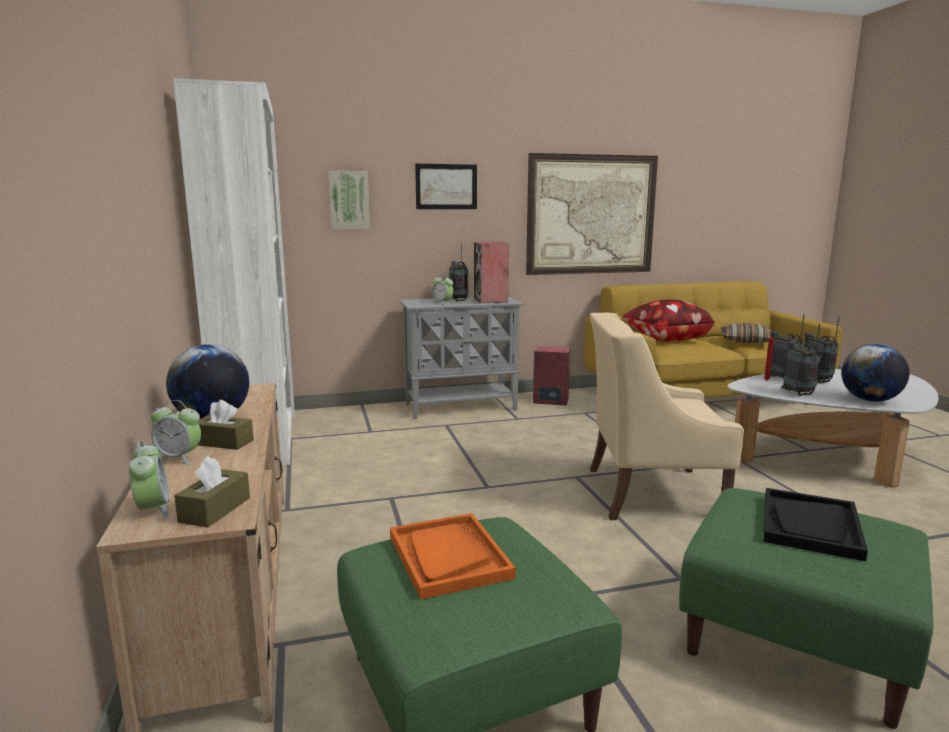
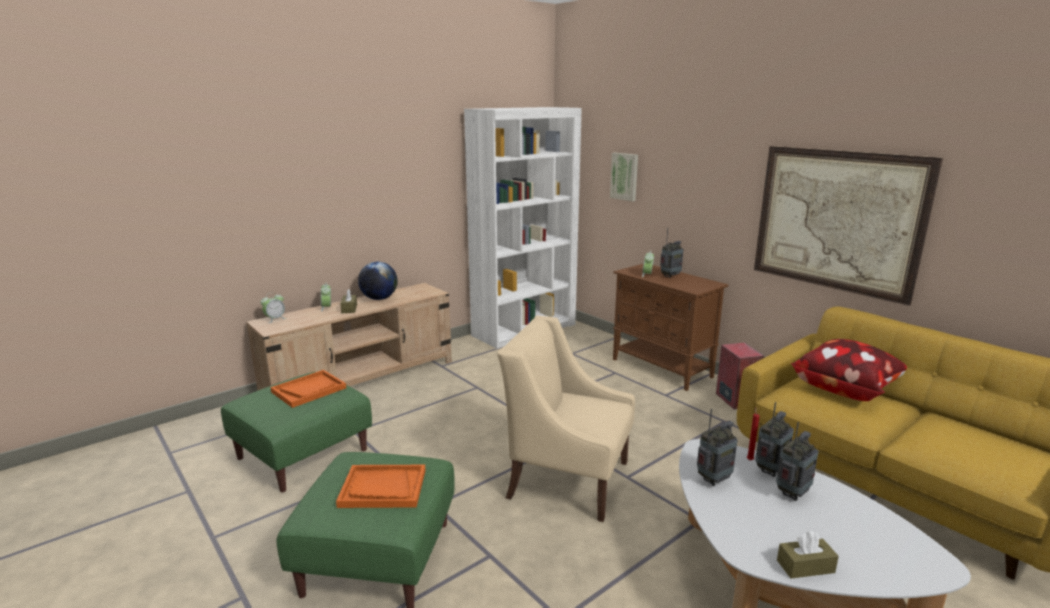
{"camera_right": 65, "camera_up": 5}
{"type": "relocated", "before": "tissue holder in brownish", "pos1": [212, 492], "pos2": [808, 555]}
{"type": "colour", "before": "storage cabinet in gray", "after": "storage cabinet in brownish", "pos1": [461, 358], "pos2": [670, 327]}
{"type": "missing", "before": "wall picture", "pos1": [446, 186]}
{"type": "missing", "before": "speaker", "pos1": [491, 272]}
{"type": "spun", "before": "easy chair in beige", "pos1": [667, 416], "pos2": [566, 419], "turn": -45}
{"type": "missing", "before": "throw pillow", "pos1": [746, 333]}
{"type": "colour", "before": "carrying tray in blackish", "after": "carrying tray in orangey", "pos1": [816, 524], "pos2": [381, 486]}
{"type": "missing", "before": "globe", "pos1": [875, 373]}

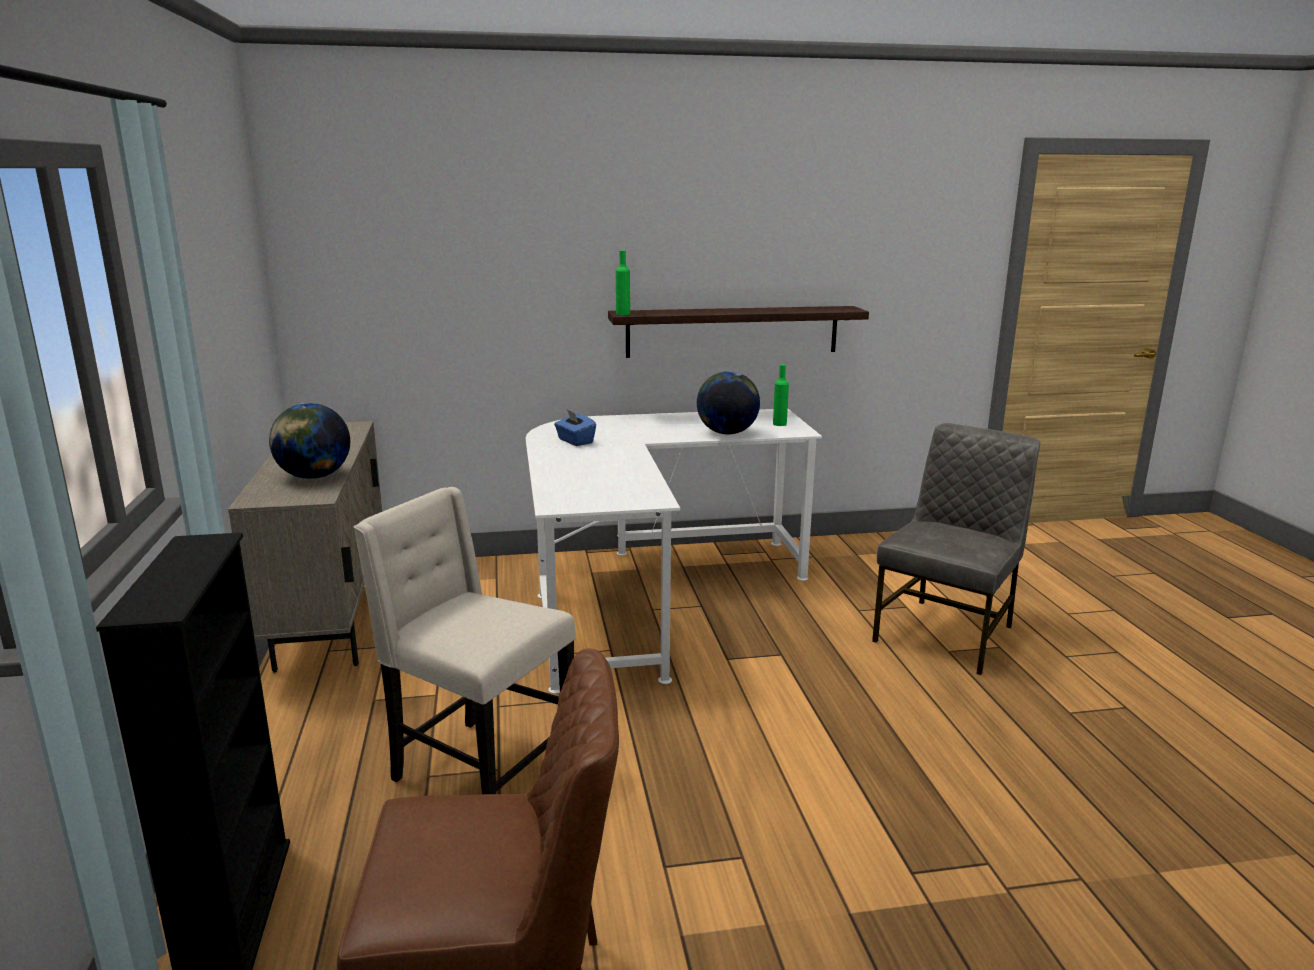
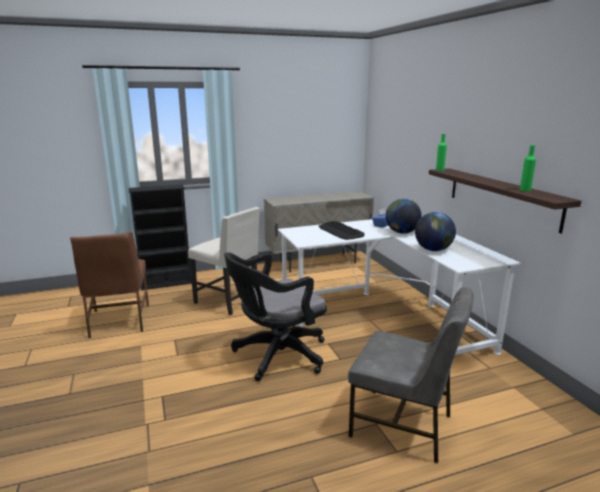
{"camera_right": 80, "camera_up": 0}
{"type": "relocated", "before": "globe", "pos1": [309, 441], "pos2": [404, 216]}
{"type": "spun", "before": "plain chair in beige", "pos1": [464, 640], "pos2": [224, 261], "turn": 105}
{"type": "relocated", "before": "bottle in green-coloured", "pos1": [781, 395], "pos2": [528, 168]}
{"type": "appeared", "after": "computer chair in blackish", "pos2": [275, 316]}
{"type": "appeared", "after": "computer keyboard", "pos2": [341, 230]}

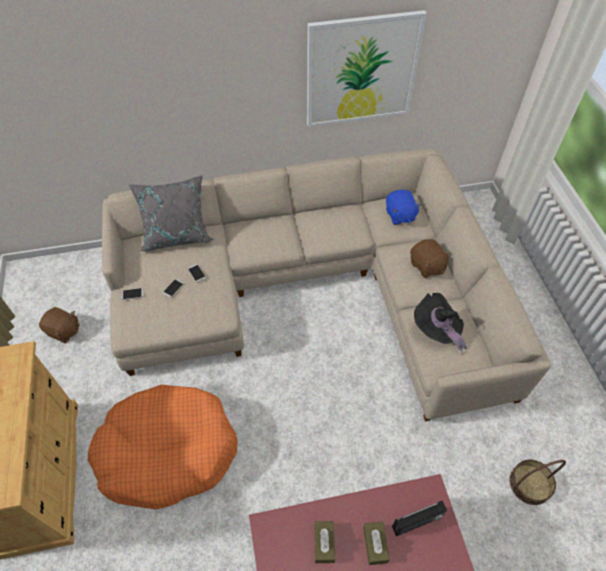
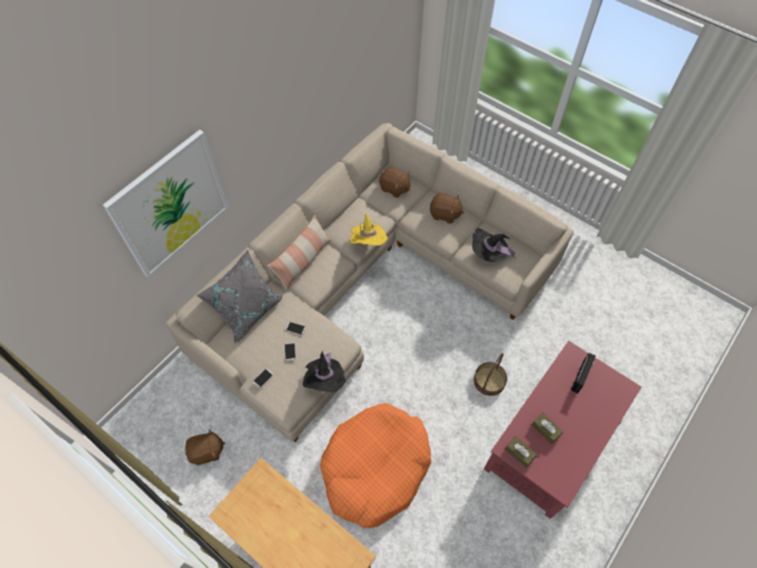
{"camera_right": -40, "camera_up": 5}
{"type": "relocated", "before": "wall picture", "pos1": [367, 68], "pos2": [166, 203]}
{"type": "relocated", "before": "tissue holder in brownish", "pos1": [376, 543], "pos2": [521, 451]}
{"type": "colour", "before": "plush toy in blue", "after": "plush toy in brownish", "pos1": [403, 207], "pos2": [394, 182]}
{"type": "relocated", "before": "storage basket", "pos1": [537, 482], "pos2": [490, 374]}
{"type": "appeared", "after": "throw pillow", "pos2": [299, 253]}
{"type": "appeared", "after": "wearable hat in blackish", "pos2": [324, 371]}
{"type": "appeared", "after": "wearable hat in yellowish", "pos2": [369, 229]}

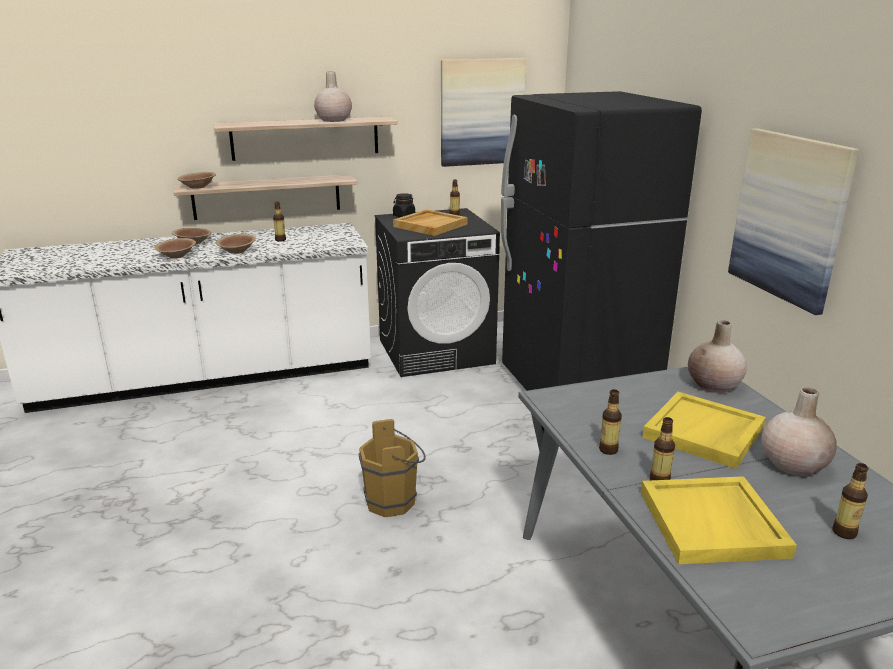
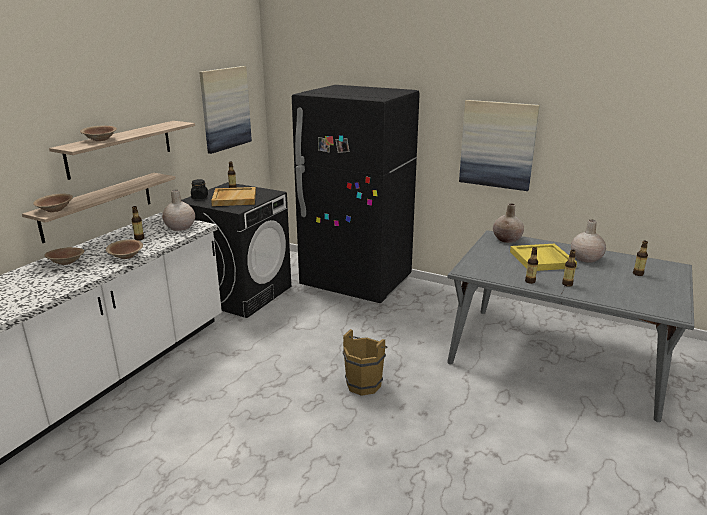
{"camera_right": -45, "camera_up": 0}
{"type": "relocated", "before": "deep dish in brownish", "pos1": [175, 248], "pos2": [98, 133]}
{"type": "relocated", "before": "decorative vase in beige", "pos1": [333, 97], "pos2": [178, 210]}
{"type": "missing", "before": "carrying tray in yellowish", "pos1": [719, 520]}

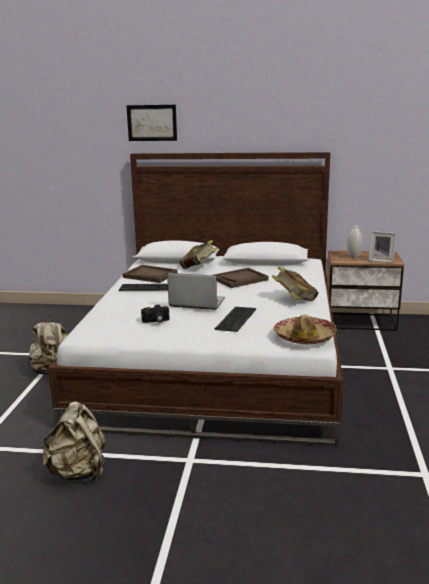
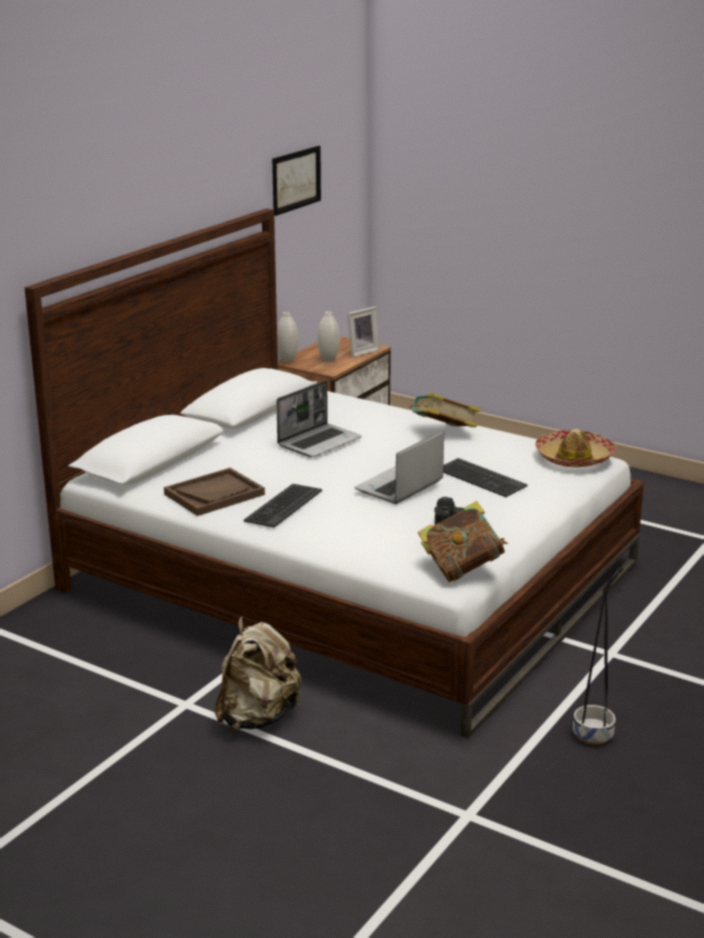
{"camera_right": -65, "camera_up": 5}
{"type": "exchanged", "before": "knapsack in beige", "after": "planter in blackish", "pos1": [74, 441], "pos2": [598, 656]}
{"type": "relocated", "before": "wall picture", "pos1": [151, 123], "pos2": [296, 181]}
{"type": "relocated", "before": "volume", "pos1": [198, 254], "pos2": [463, 541]}
{"type": "exchanged", "before": "carrying tray in brownish", "after": "laptop", "pos1": [241, 278], "pos2": [319, 419]}
{"type": "appeared", "after": "decorative vase in white", "pos2": [288, 337]}

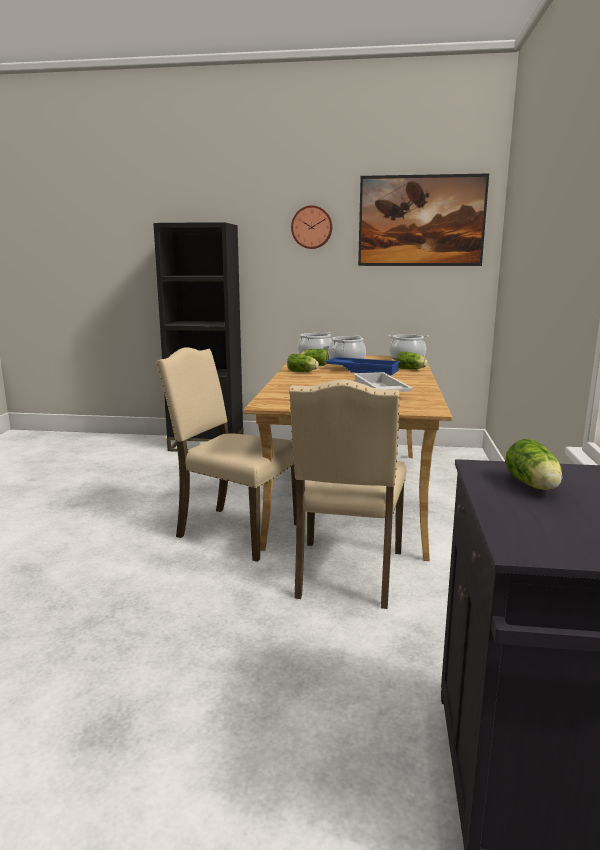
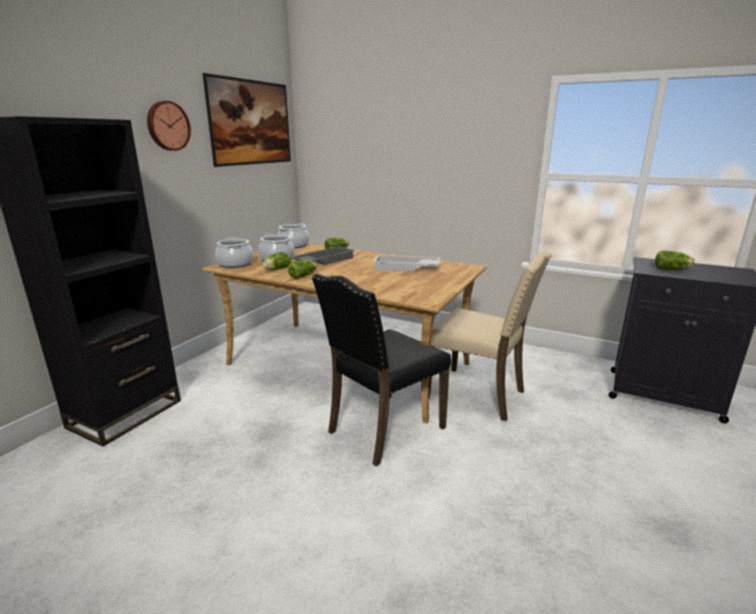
{"camera_right": -70, "camera_up": 5}
{"type": "colour", "before": "plain chair in beige", "after": "plain chair in blackish", "pos1": [226, 454], "pos2": [381, 370]}
{"type": "colour", "before": "carrying tray in blue", "after": "carrying tray in gray", "pos1": [363, 366], "pos2": [323, 255]}

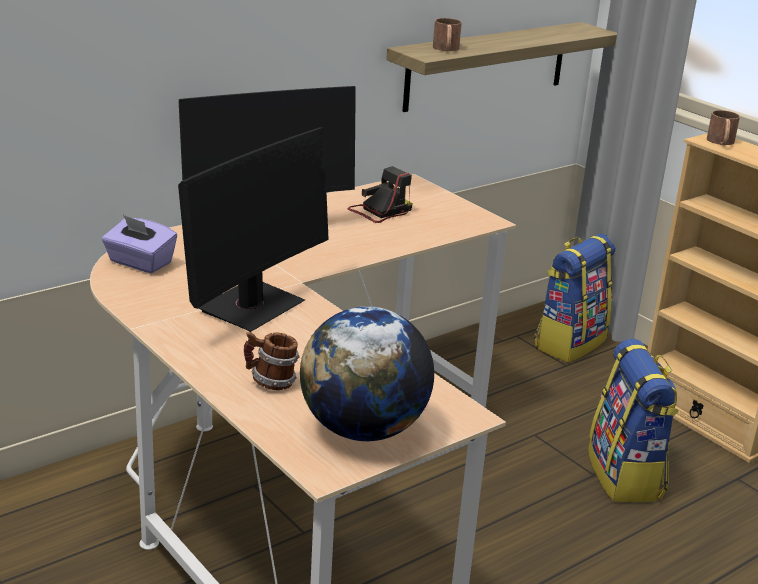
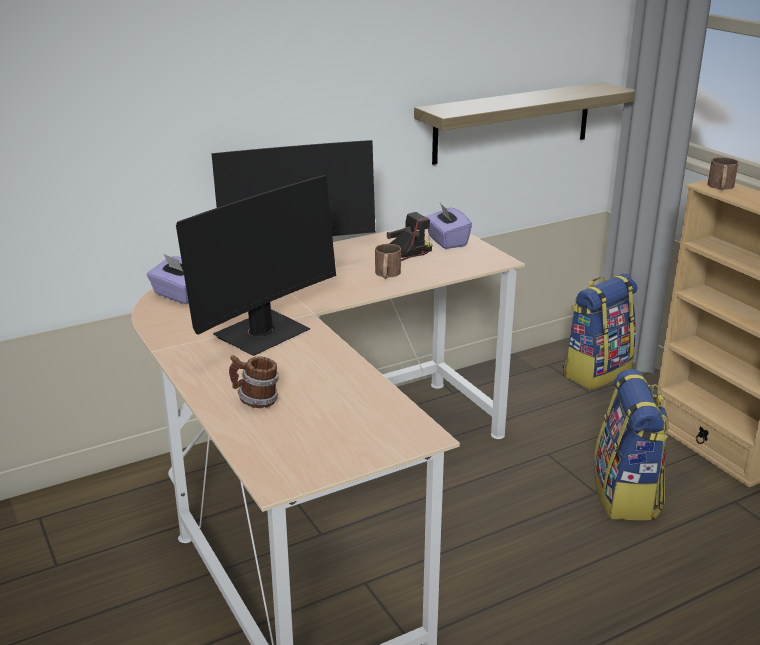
{"camera_right": 10, "camera_up": 0}
{"type": "missing", "before": "globe", "pos1": [367, 373]}
{"type": "relocated", "before": "tea mug in brownish", "pos1": [447, 34], "pos2": [388, 261]}
{"type": "appeared", "after": "tissue holder in purplish", "pos2": [449, 226]}

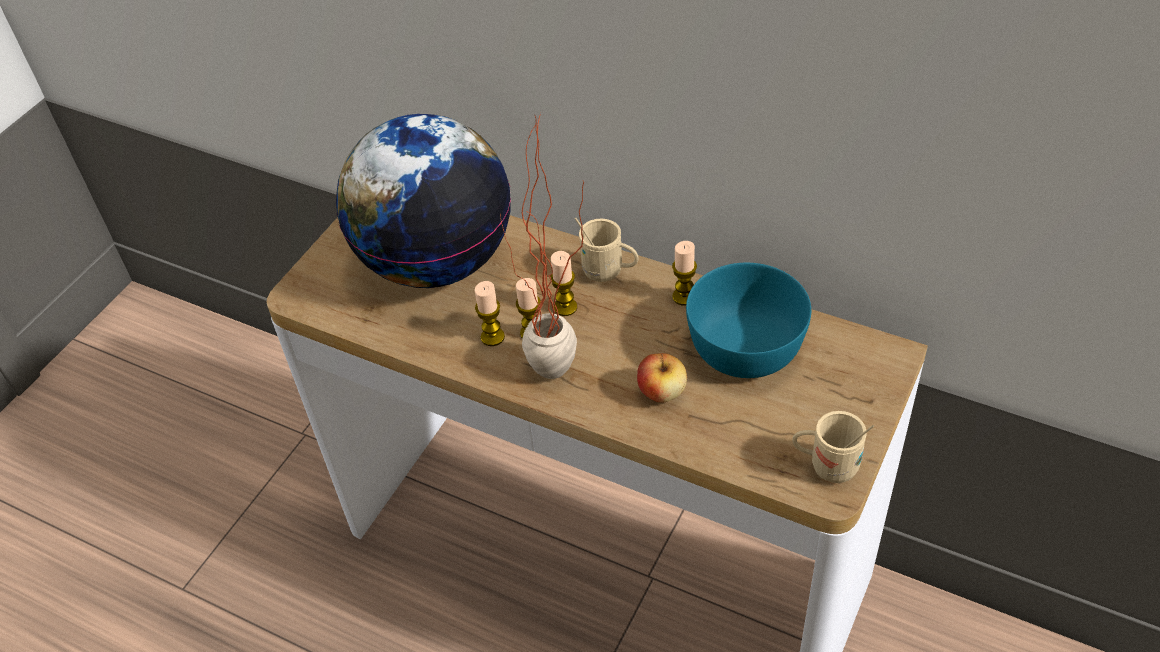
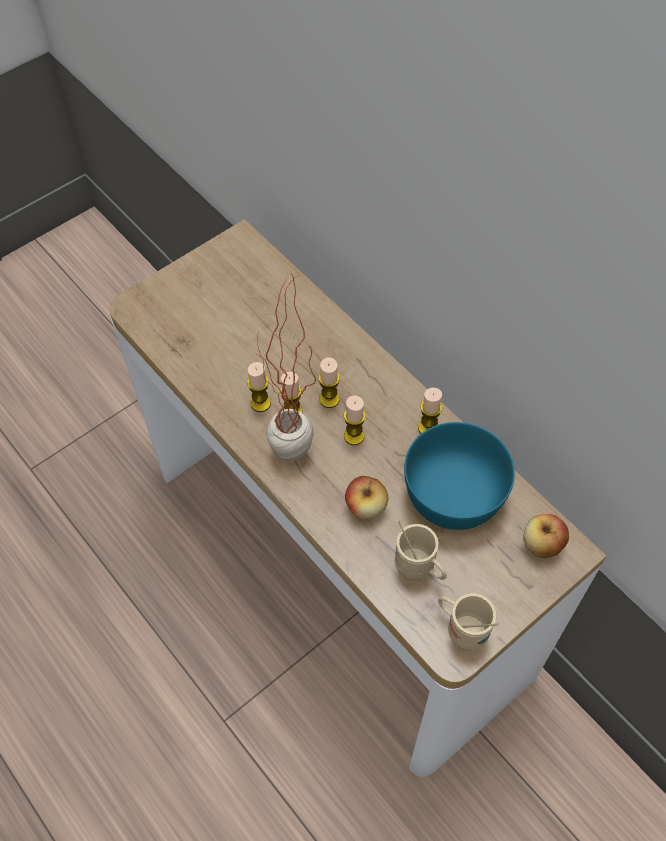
{"camera_right": 20, "camera_up": 10}
{"type": "missing", "before": "globe", "pos1": [423, 201]}
{"type": "relocated", "before": "tea mug in beige", "pos1": [607, 250], "pos2": [421, 550]}
{"type": "appeared", "after": "candle", "pos2": [355, 420]}
{"type": "appeared", "after": "whole apple", "pos2": [546, 536]}

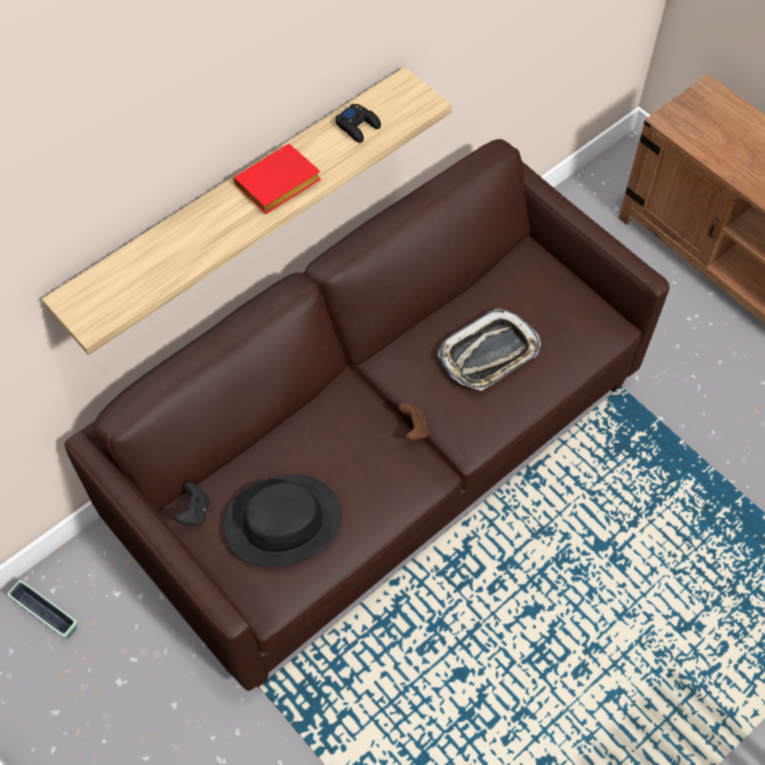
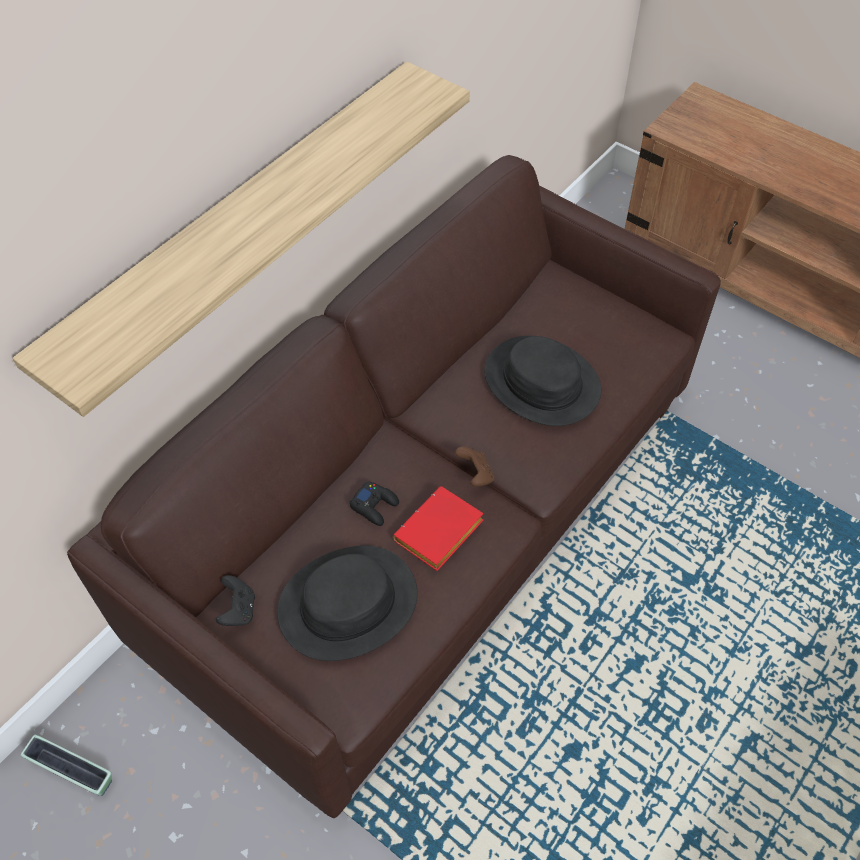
{"camera_right": -10, "camera_up": -5}
{"type": "relocated", "before": "volume in red-coloured", "pos1": [277, 179], "pos2": [438, 528]}
{"type": "relocated", "before": "game controller in blackish", "pos1": [358, 123], "pos2": [374, 504]}
{"type": "exchanged", "before": "carrying tray", "after": "wearable hat in blackish", "pos1": [489, 350], "pos2": [543, 380]}

